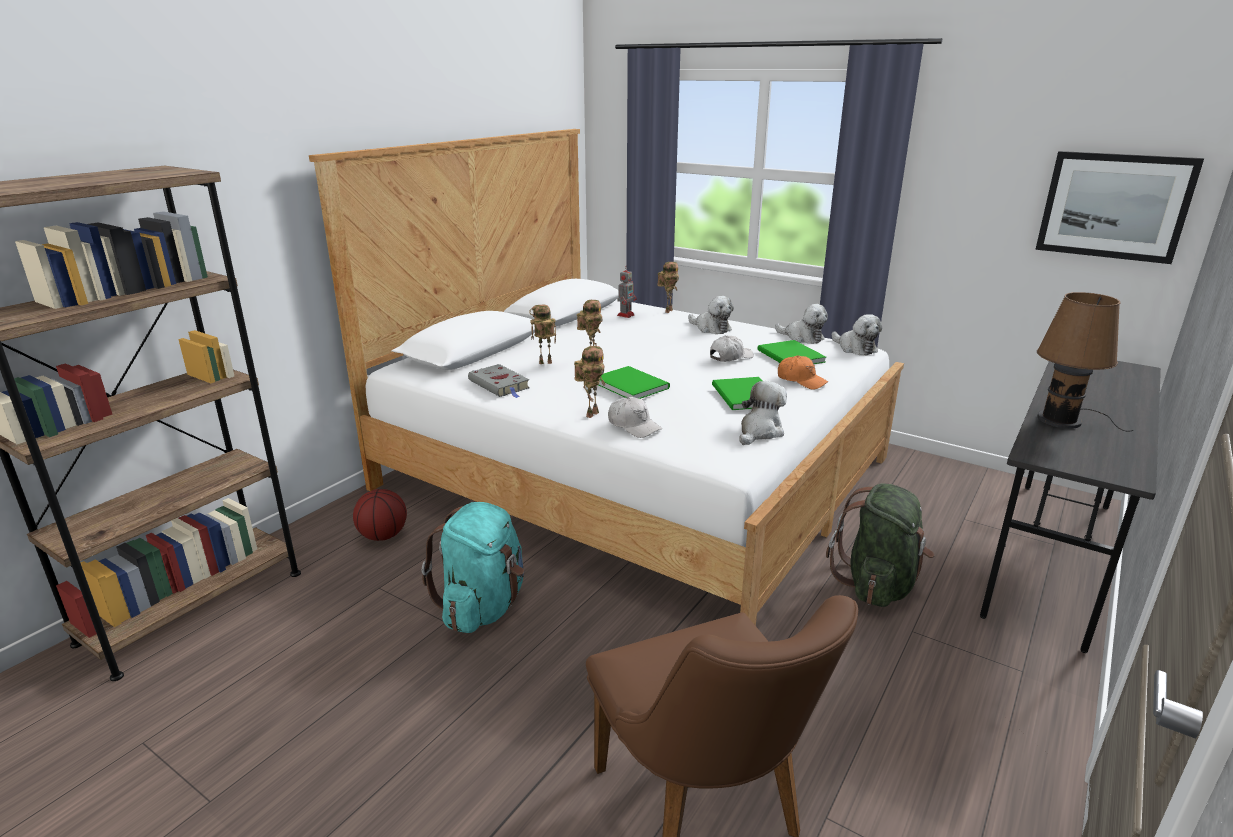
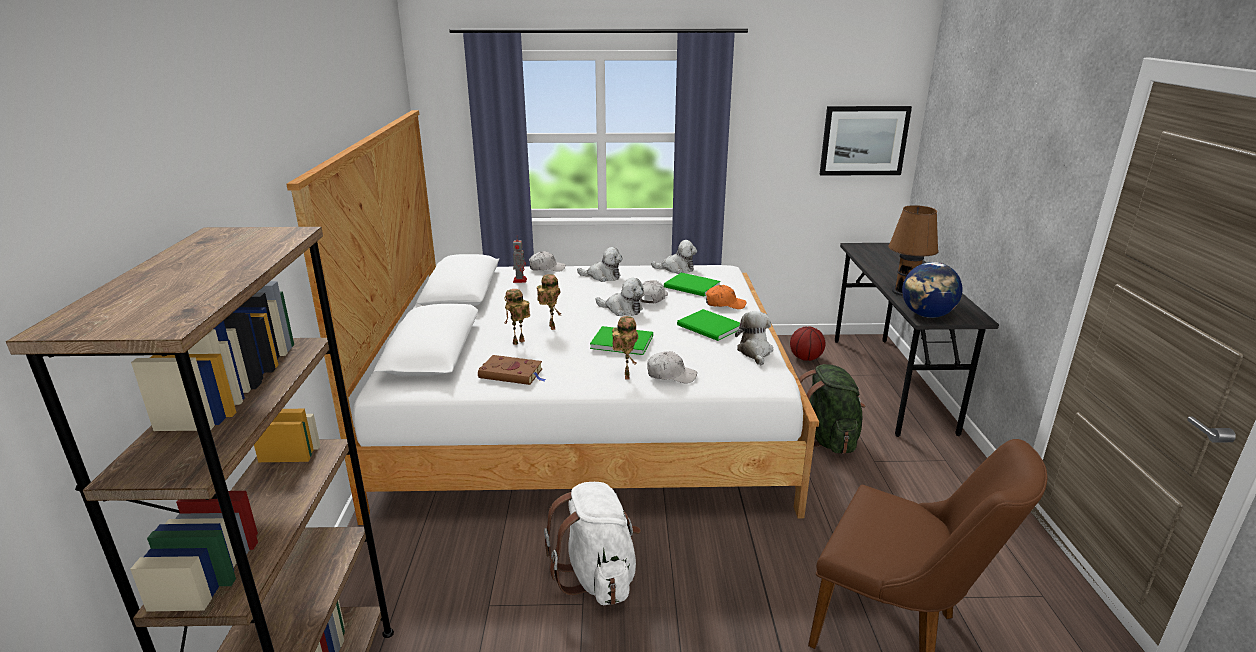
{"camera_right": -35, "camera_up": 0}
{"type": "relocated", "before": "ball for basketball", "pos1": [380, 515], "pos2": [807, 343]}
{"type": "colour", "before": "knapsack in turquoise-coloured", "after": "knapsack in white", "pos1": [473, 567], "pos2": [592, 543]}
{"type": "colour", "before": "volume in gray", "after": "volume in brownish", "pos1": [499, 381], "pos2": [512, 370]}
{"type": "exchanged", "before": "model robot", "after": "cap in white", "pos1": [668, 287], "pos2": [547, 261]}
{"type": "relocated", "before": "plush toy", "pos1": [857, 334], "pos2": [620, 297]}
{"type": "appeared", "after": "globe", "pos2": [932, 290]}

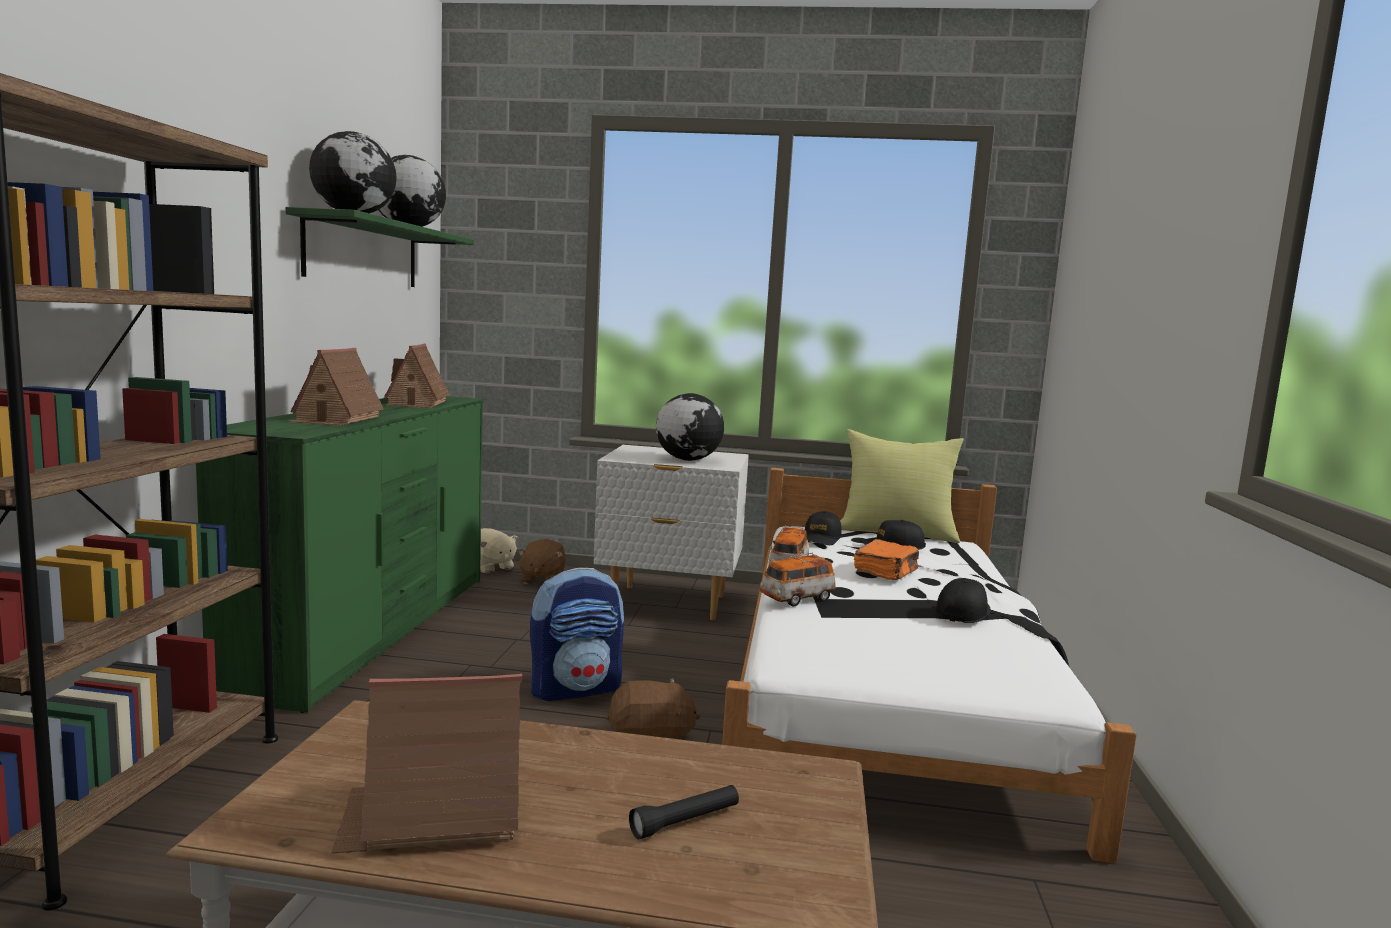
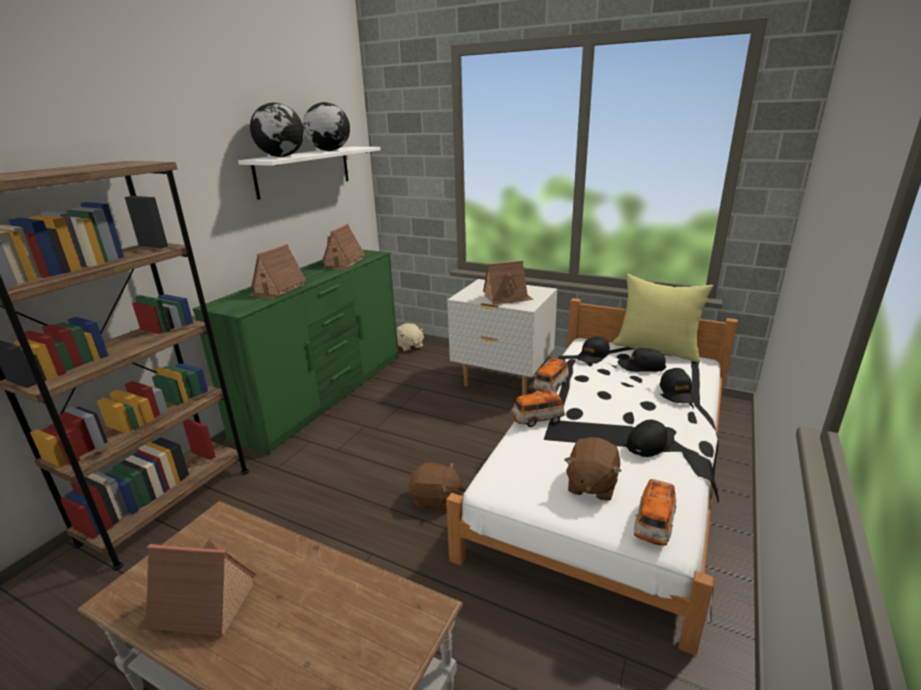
{"camera_right": 20, "camera_up": 15}
{"type": "colour", "before": "shelf in green-coloured", "after": "shelf in white", "pos1": [379, 247], "pos2": [309, 173]}
{"type": "relocated", "before": "plush toy in brownish", "pos1": [541, 562], "pos2": [592, 469]}
{"type": "missing", "before": "knapsack", "pos1": [577, 634]}
{"type": "missing", "before": "hand torch in blackish", "pos1": [684, 812]}
{"type": "exchanged", "before": "globe", "after": "model house", "pos1": [690, 427], "pos2": [508, 283]}
{"type": "missing", "before": "volume in orangey", "pos1": [886, 559]}
{"type": "appeared", "after": "toy car", "pos2": [655, 512]}
{"type": "appeared", "after": "cap in blackish", "pos2": [677, 386]}

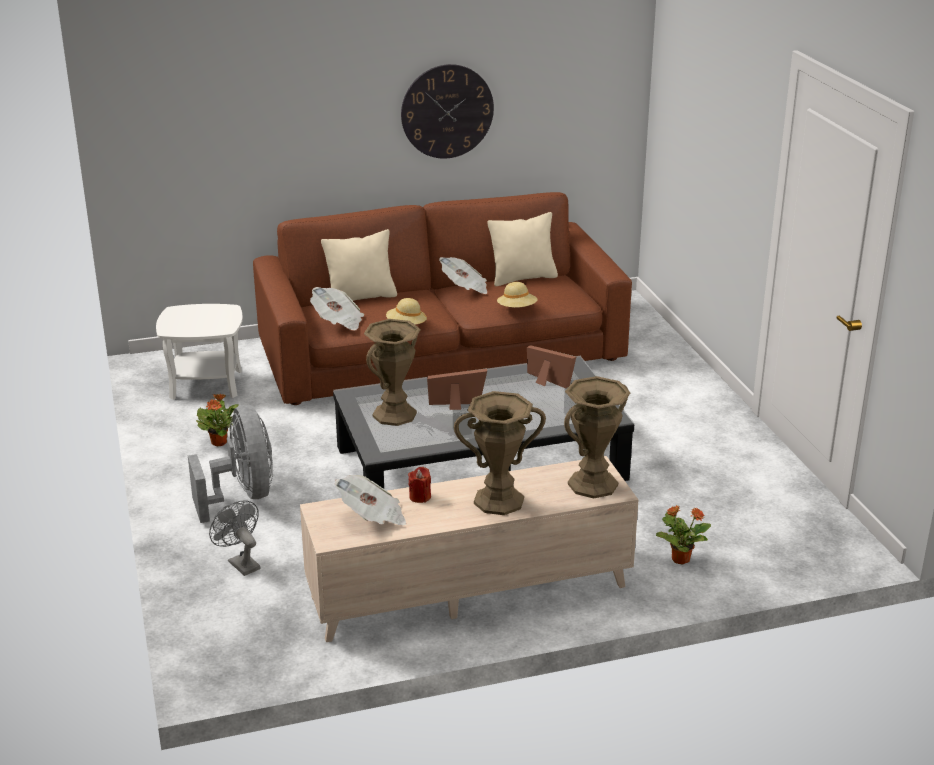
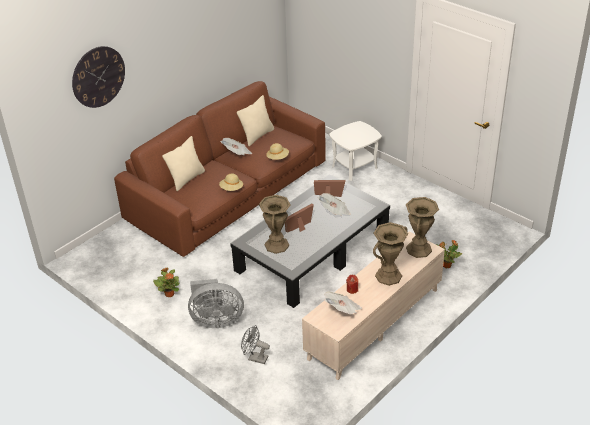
{"camera_right": -30, "camera_up": 10}
{"type": "relocated", "before": "accent table in white", "pos1": [199, 352], "pos2": [355, 151]}
{"type": "spun", "before": "fan in gray", "pos1": [230, 464], "pos2": [216, 303], "turn": 135}
{"type": "relocated", "before": "printed paper", "pos1": [337, 308], "pos2": [334, 204]}
{"type": "relocated", "before": "wall clock", "pos1": [447, 111], "pos2": [98, 77]}

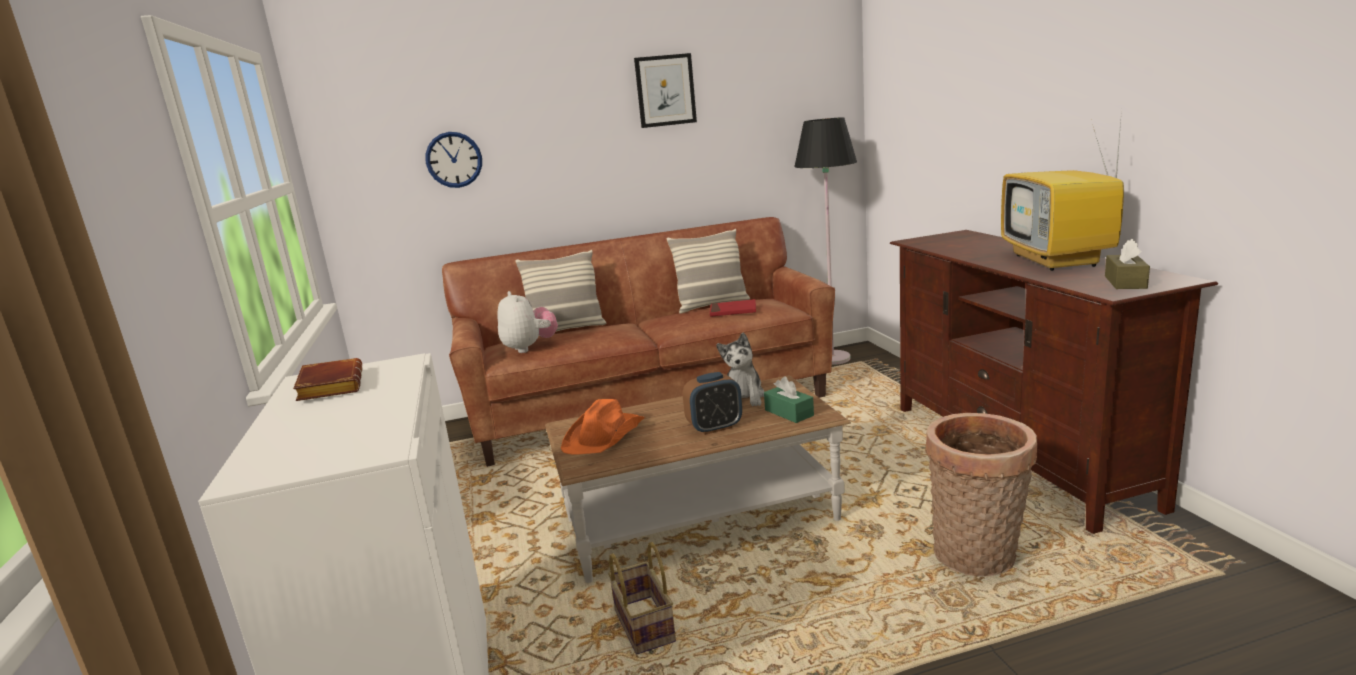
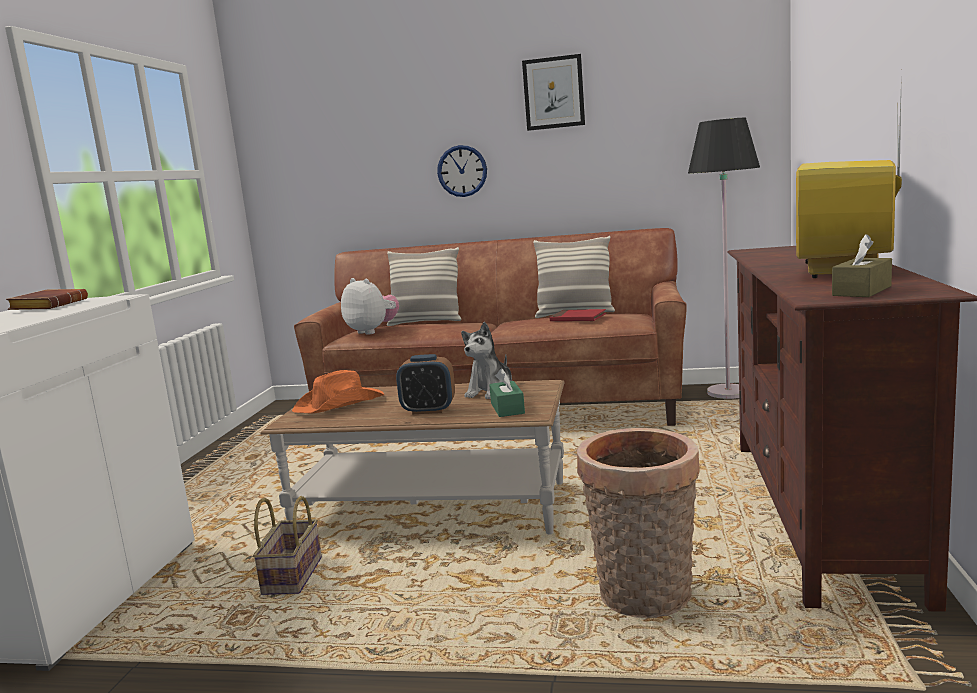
{"camera_right": 25, "camera_up": -5}
{"type": "relocated", "before": "wall clock", "pos1": [453, 160], "pos2": [462, 171]}
{"type": "spun", "before": "plush toy", "pos1": [527, 322], "pos2": [370, 306], "turn": -45}

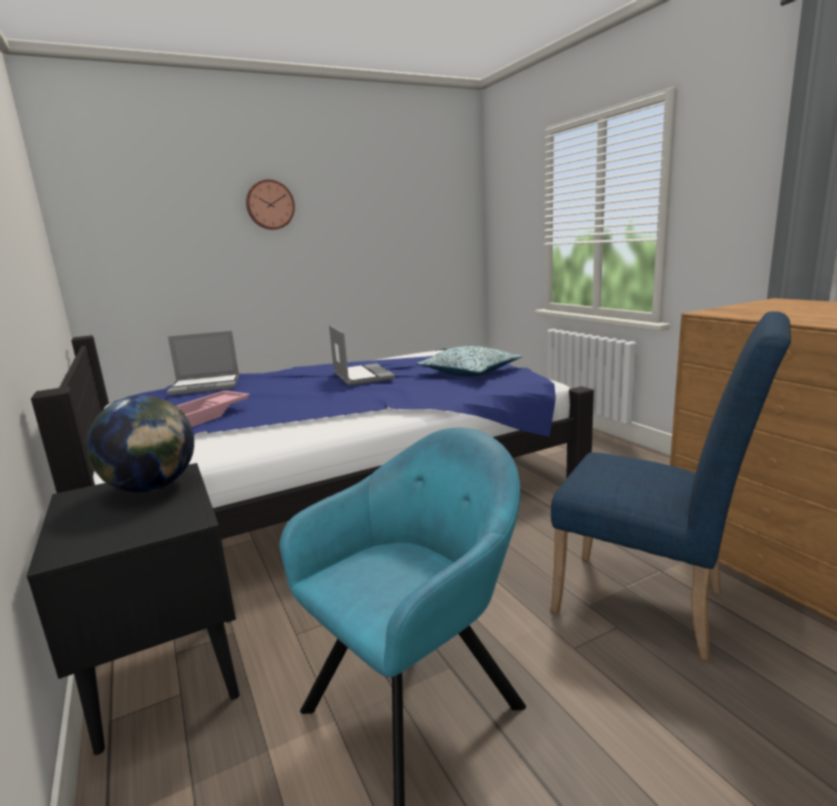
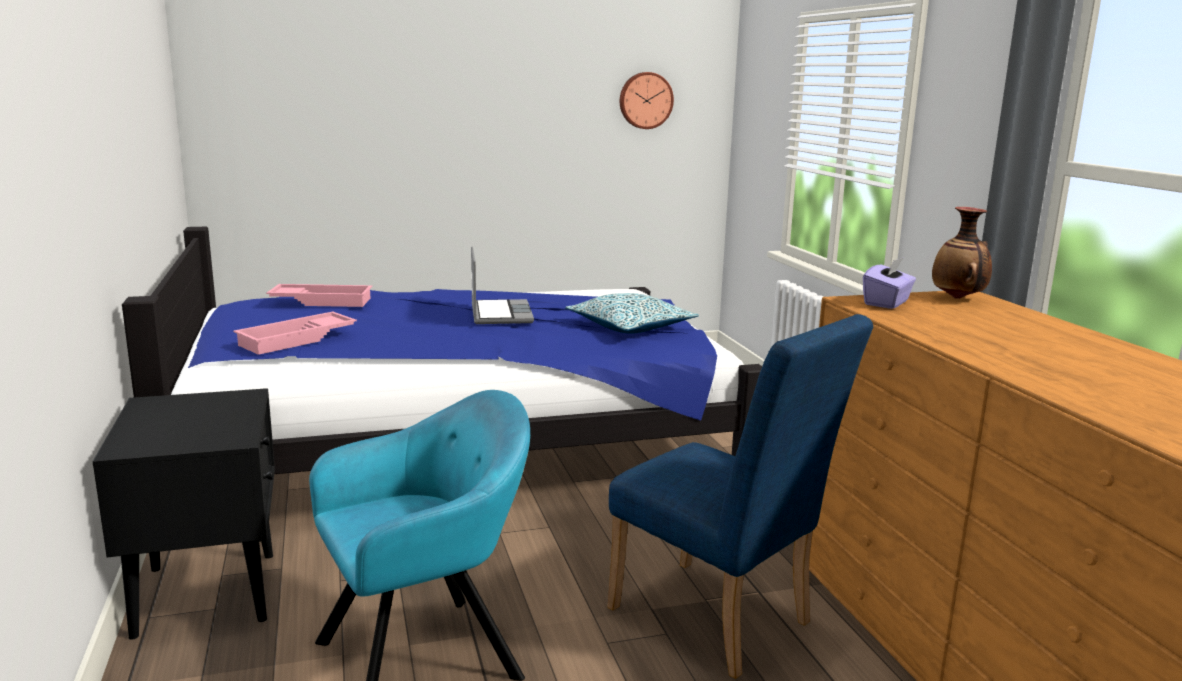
{"camera_right": 10, "camera_up": 0}
{"type": "missing", "before": "globe", "pos1": [140, 444]}
{"type": "exchanged", "before": "laptop", "after": "carrying tray in pinkish", "pos1": [203, 363], "pos2": [319, 295]}
{"type": "relocated", "before": "wall clock", "pos1": [270, 204], "pos2": [647, 100]}
{"type": "appeared", "after": "tissue holder in purplish", "pos2": [889, 283]}
{"type": "appeared", "after": "decorative vase", "pos2": [962, 253]}

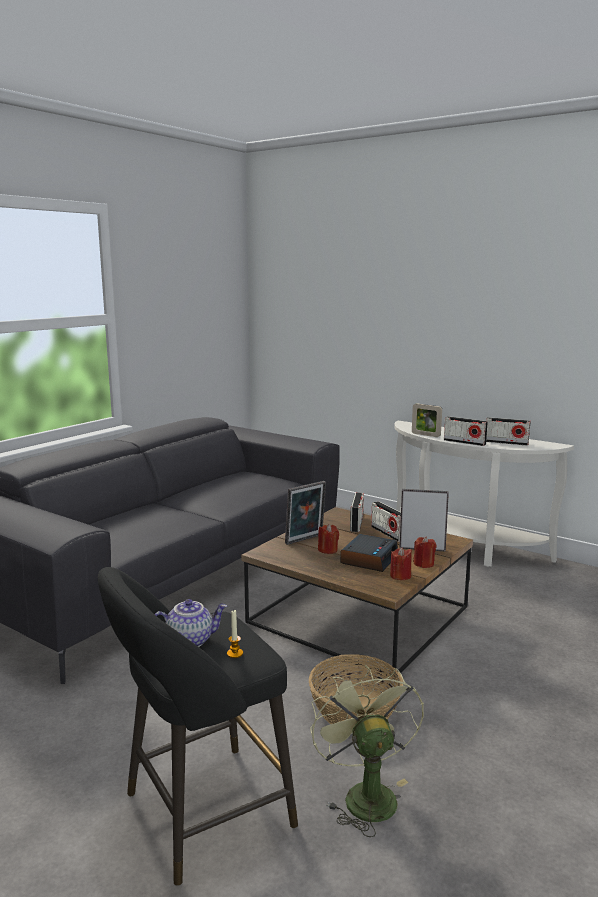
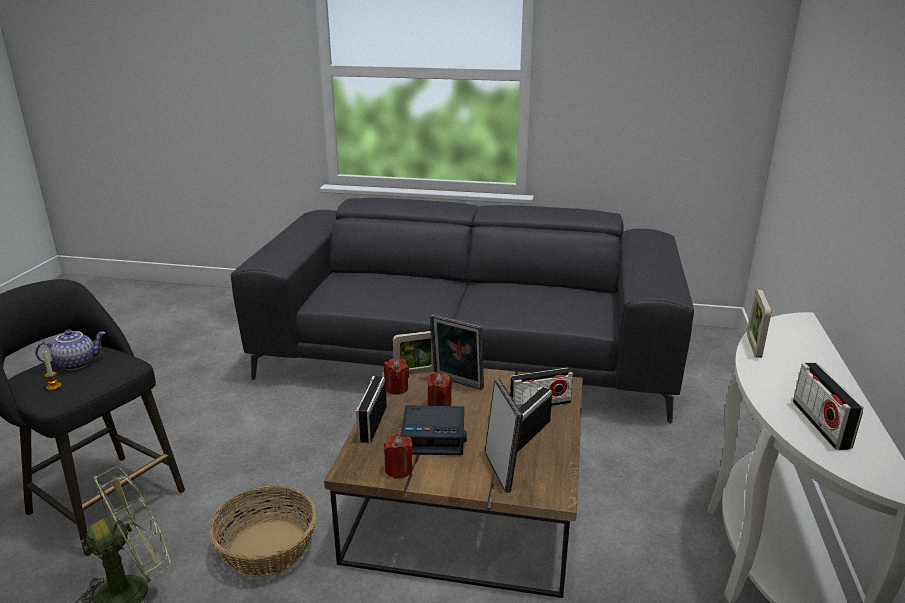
{"camera_right": 65, "camera_up": 10}
{"type": "spun", "before": "teapot", "pos1": [191, 623], "pos2": [70, 350], "turn": -75}
{"type": "relocated", "before": "candle in red-coloured", "pos1": [424, 552], "pos2": [397, 377]}
{"type": "relocated", "before": "radio receiver", "pos1": [466, 431], "pos2": [371, 409]}
{"type": "appeared", "after": "picture frame", "pos2": [413, 353]}

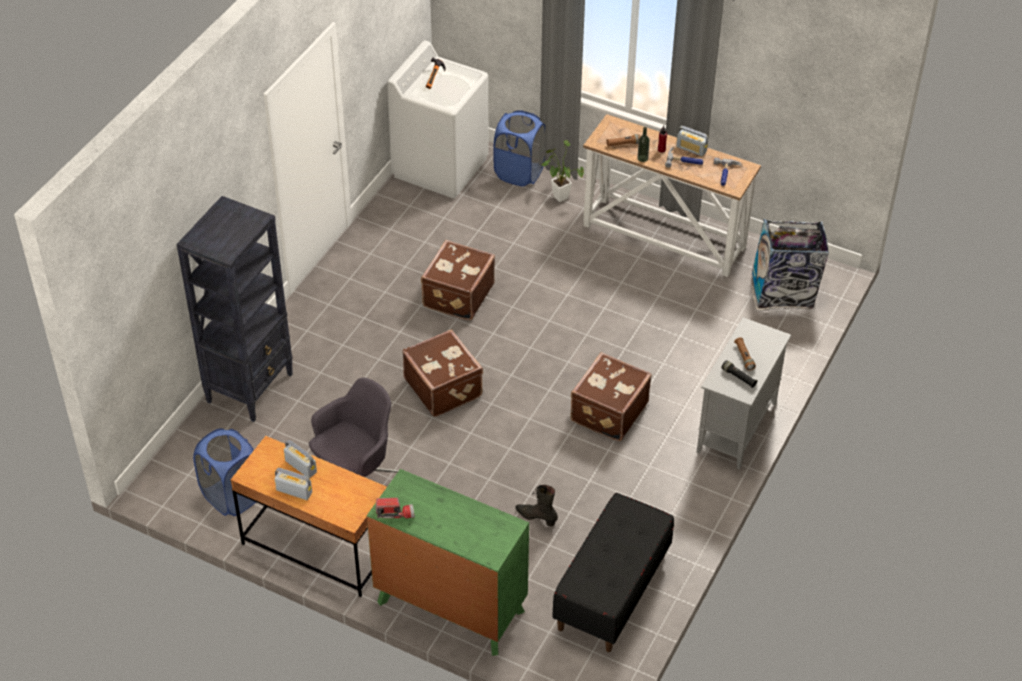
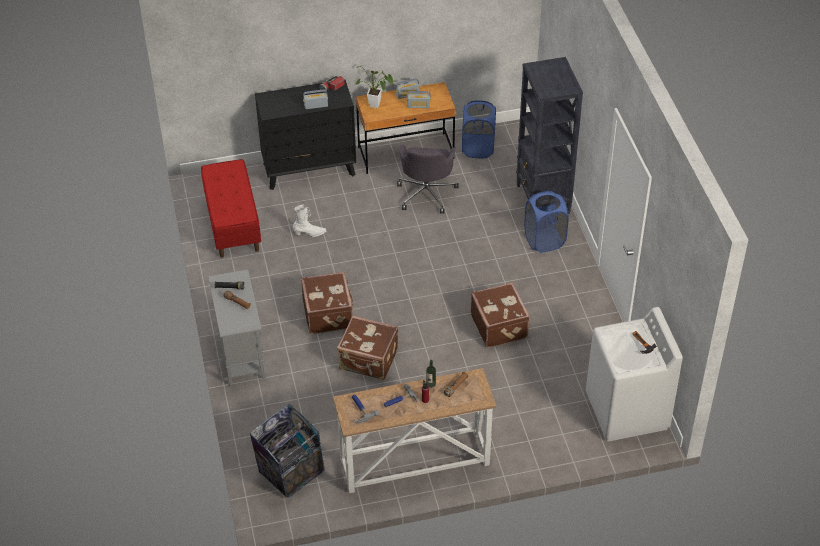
{"camera_right": 140, "camera_up": 0}
{"type": "colour", "before": "chest of drawers in green-coloured", "after": "chest of drawers in blackish", "pos1": [448, 562], "pos2": [305, 134]}
{"type": "relocated", "before": "piece of luggage in brownish", "pos1": [442, 373], "pos2": [367, 348]}
{"type": "relocated", "before": "washing basket in blue", "pos1": [519, 148], "pos2": [546, 222]}
{"type": "colour", "before": "boot in blackish", "after": "boot in white", "pos1": [537, 505], "pos2": [309, 221]}
{"type": "relocated", "before": "potted plant", "pos1": [562, 171], "pos2": [374, 86]}
{"type": "colour", "before": "bench in blackish", "after": "bench in red-coloured", "pos1": [613, 572], "pos2": [231, 208]}
{"type": "relocated", "before": "radio receiver", "pos1": [692, 141], "pos2": [315, 99]}

